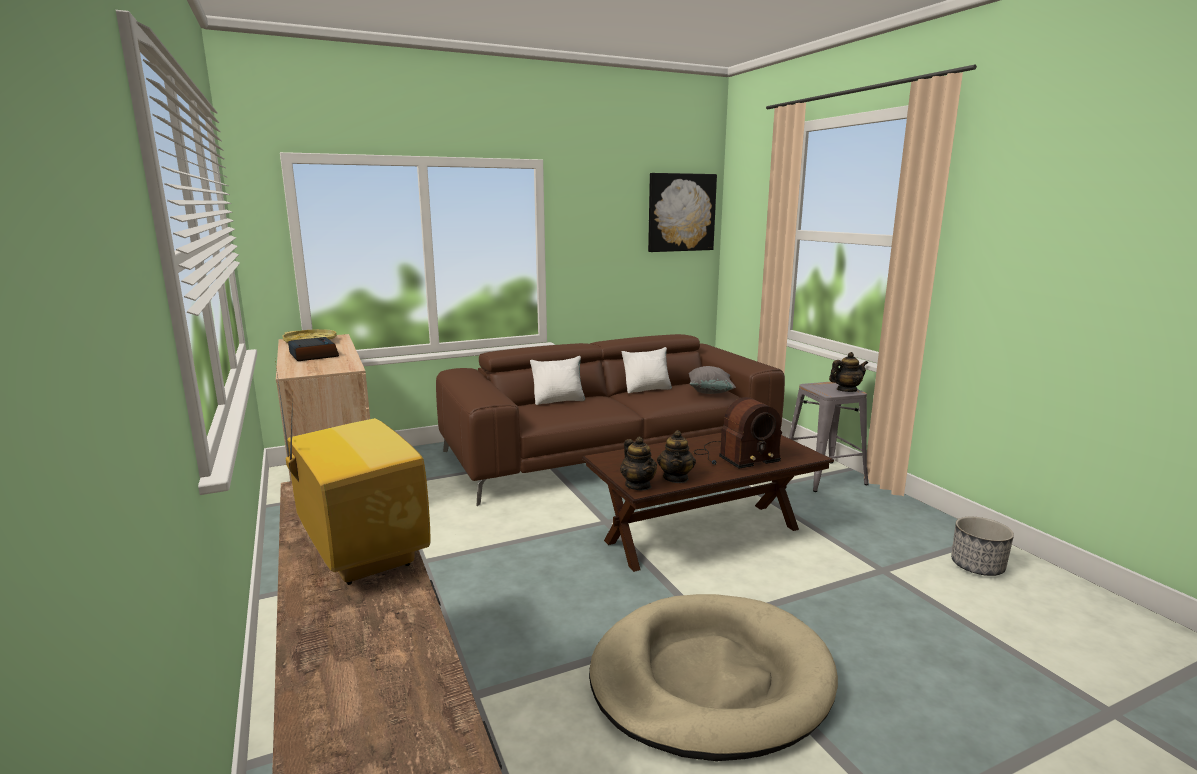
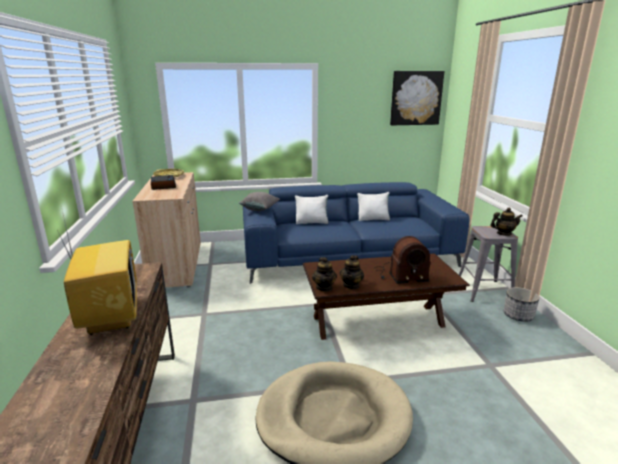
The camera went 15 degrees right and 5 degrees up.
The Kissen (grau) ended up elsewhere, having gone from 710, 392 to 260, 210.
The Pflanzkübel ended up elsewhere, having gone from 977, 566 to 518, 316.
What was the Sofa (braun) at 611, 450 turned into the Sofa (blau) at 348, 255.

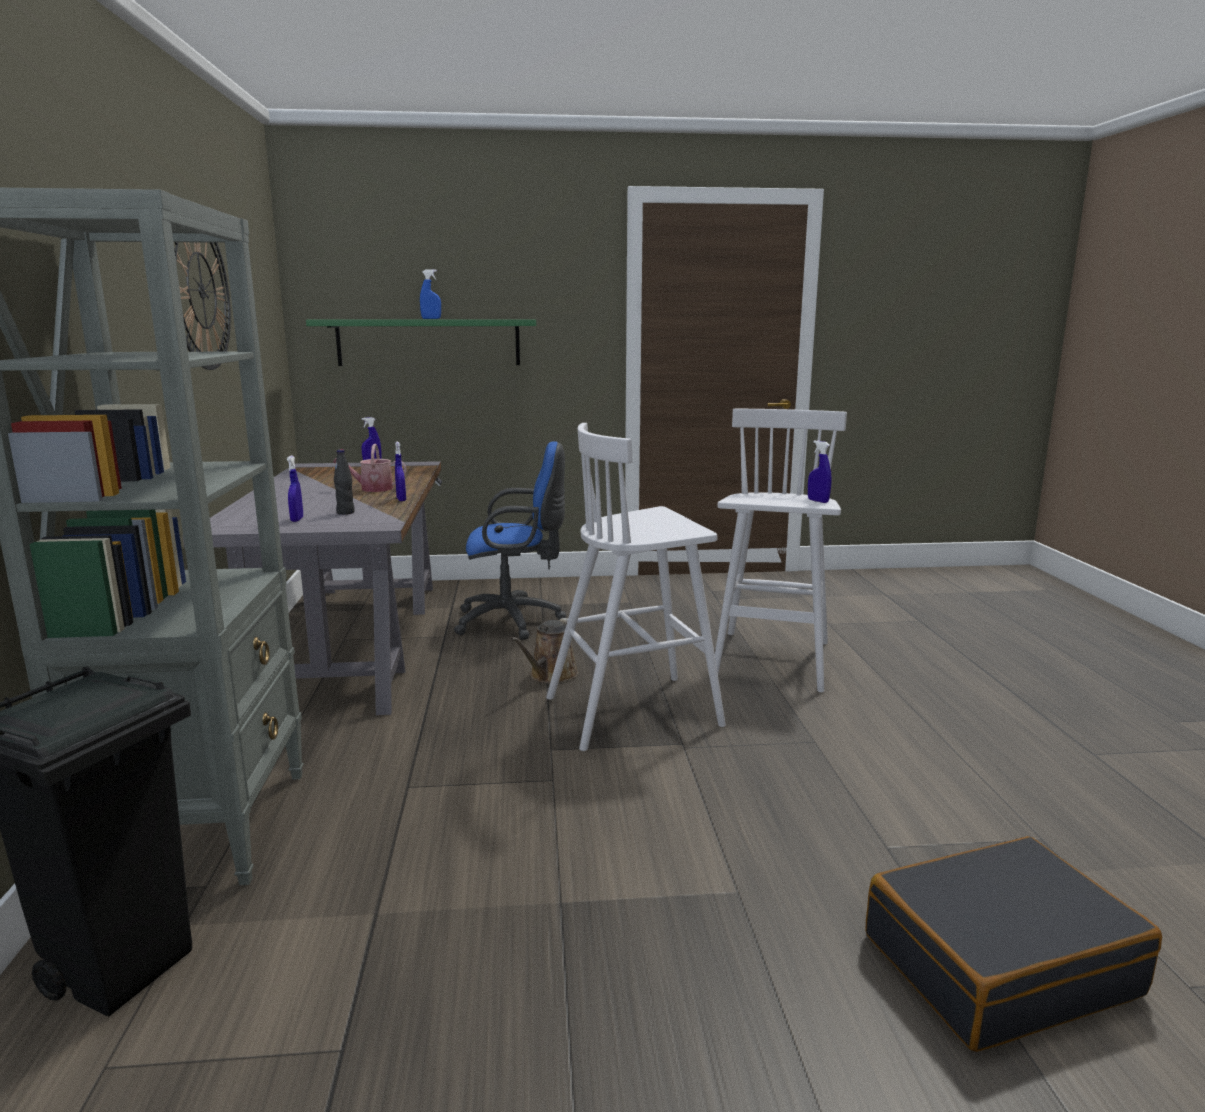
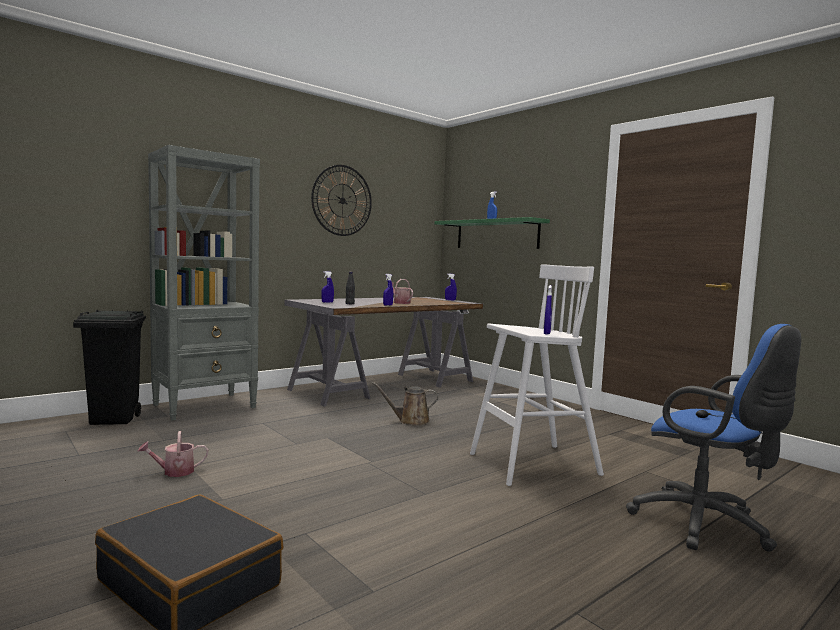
The camera went 55 degrees right and 10 degrees down.
The second view lost the Hocker (weiß) at 636, 711.
The second view gained the Gießkanne at 174, 472.
The Bürostuhl (blau) ended up elsewhere, having gone from 514, 621 to 706, 526.

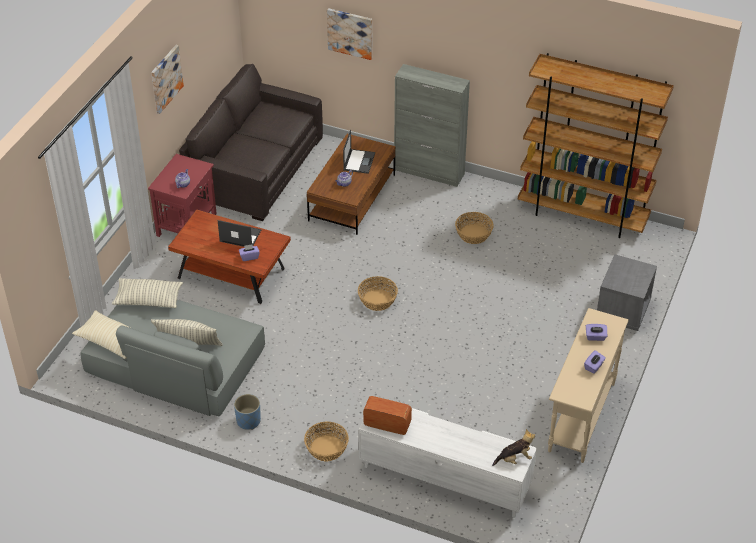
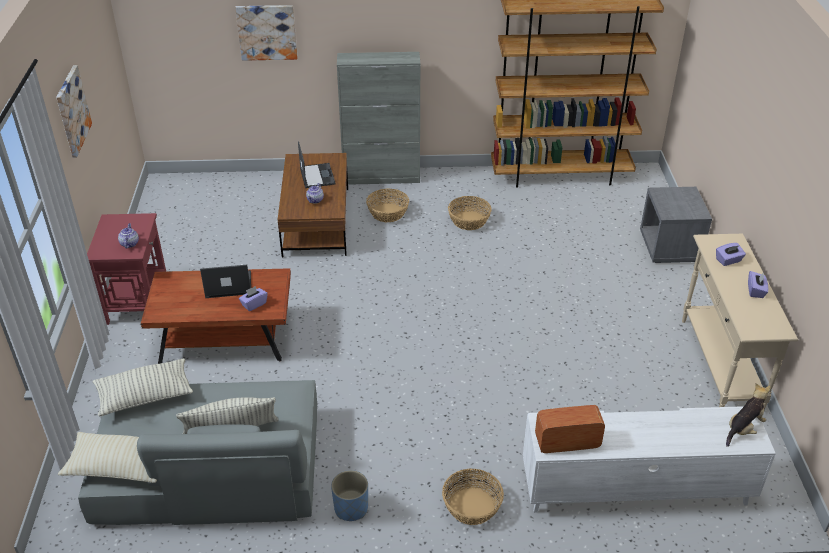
The camera went 25 degrees left and 5 degrees down.
The second view lost the Sofa (grau) at 255, 168.
The Korb ended up elsewhere, having gone from 377, 300 to 387, 213.

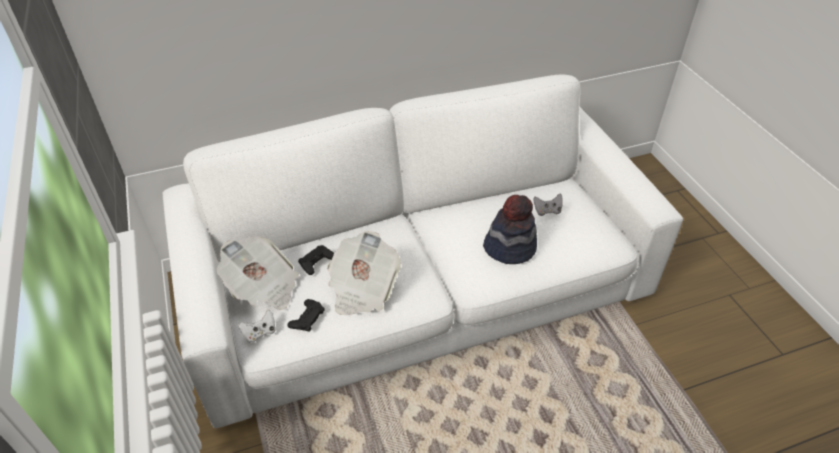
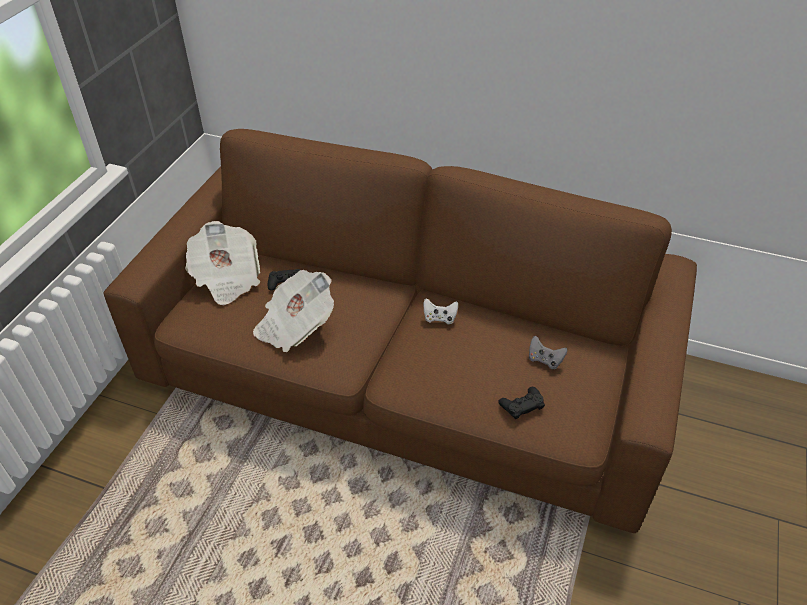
The camera went 40 degrees right and 0 degrees up.
The second view lost the Hut at 509, 247.
The Gamepad (weiß) ended up elsewhere, having gone from 260, 333 to 439, 318.
The Gamepad (schwarz) ended up elsewhere, having gone from 307, 318 to 522, 405.
What was the Sofa (weiß) at 419, 286 turned into the Sofa (braun) at 404, 371.

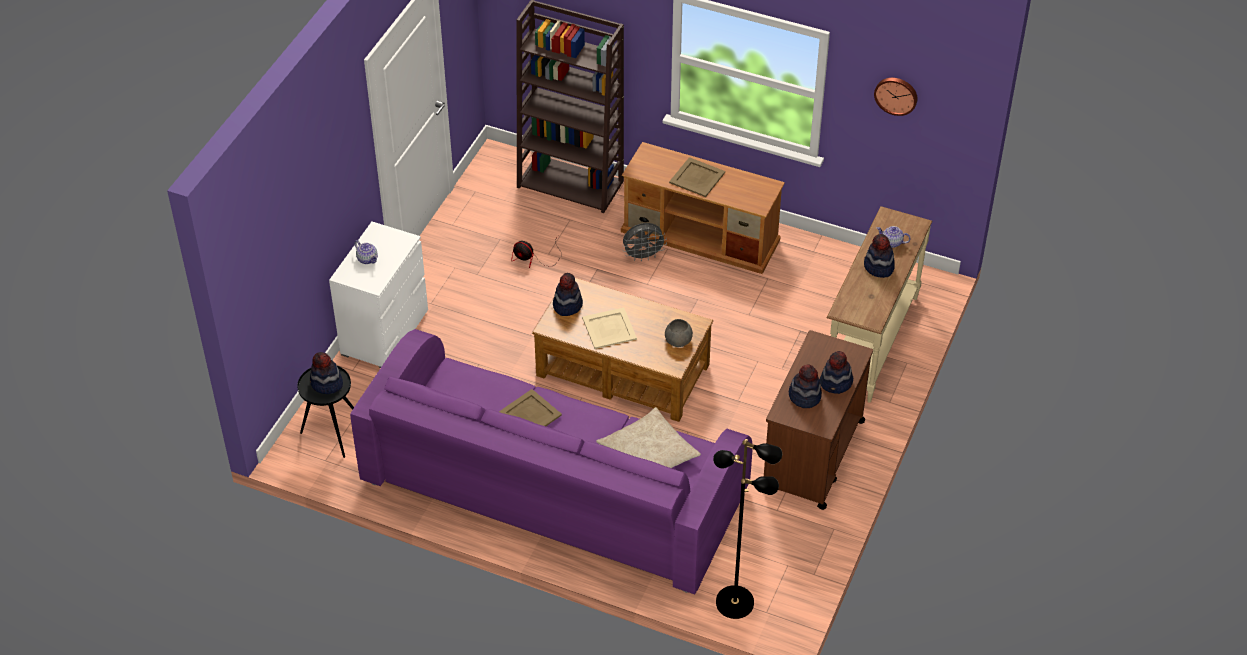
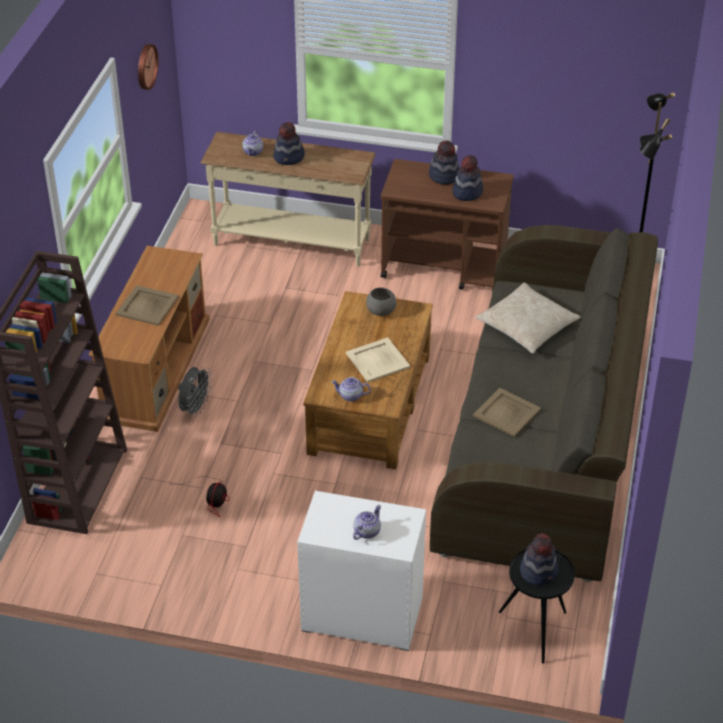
The camera went 100 degrees left and 5 degrees down.
Where the Hut stood at 567, 305, the Teekanne came to stand at 350, 396.
What was the Sofa (lila) at 554, 488 turned into the Sofa (grau) at 545, 433.
The Ventilator (grau) at 643, 256 ended up facing another way, 45 degrees clockwise from before.

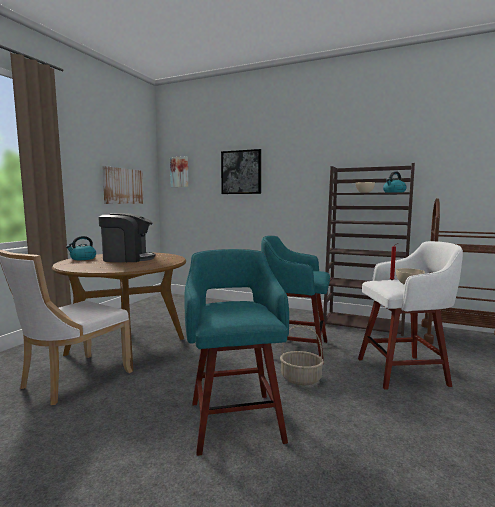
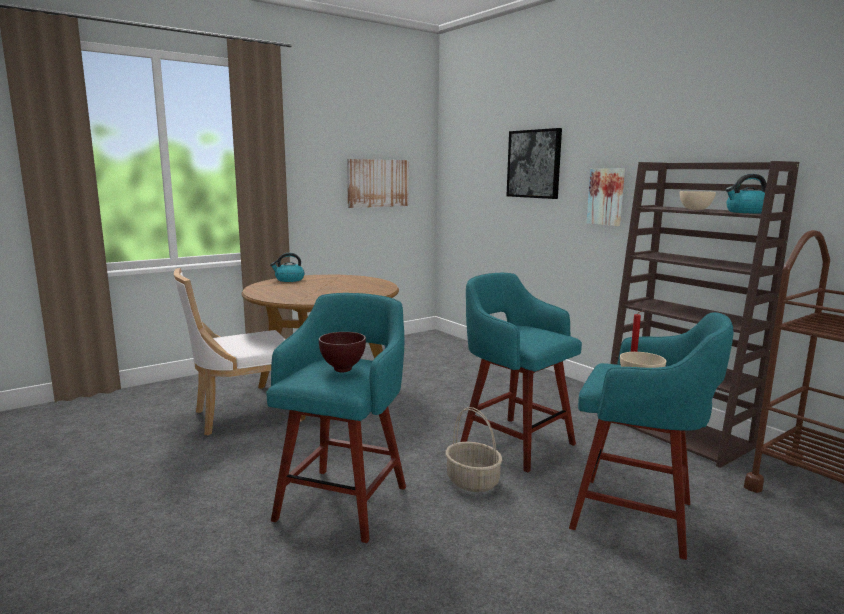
The camera went 30 degrees right and 5 degrees up.
The second view lost the Kaffeemaschine at 127, 259.
The second view gained the Schüssel (braun) at 343, 370.
The Bild ended up elsewhere, having gone from 180, 172 to 606, 196.
What was the Hocker (weiß) at 404, 371 turned into the Hocker (türkis) at 637, 516.

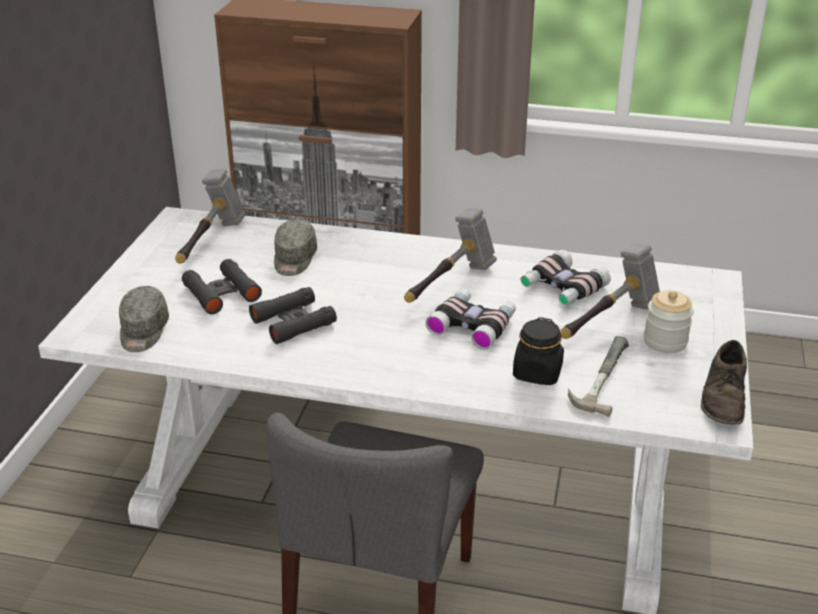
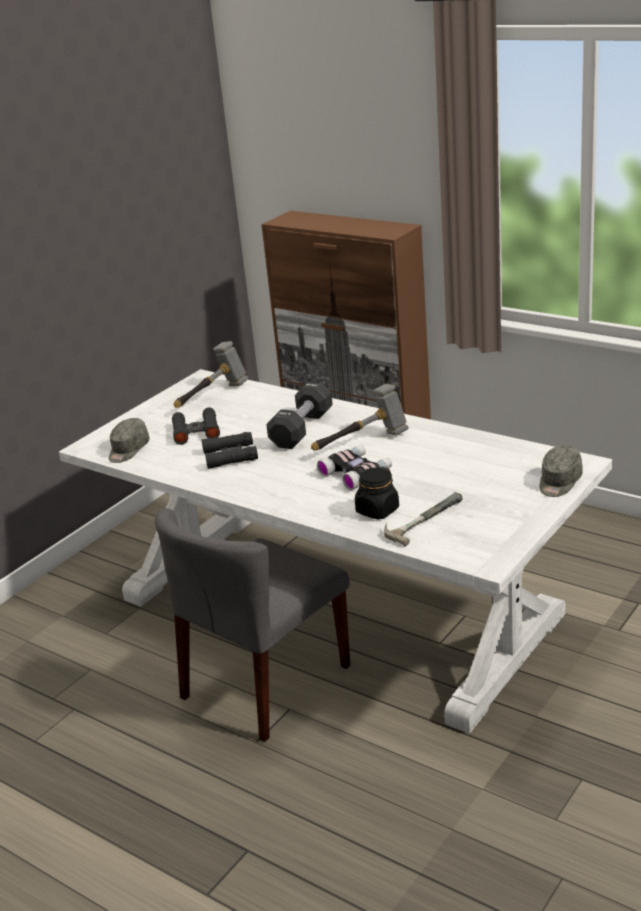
The camera went 25 degrees right and 5 degrees down.
The second view lost the Fernglas at 562, 288.
The second view lost the Hammer at 608, 322.
The second view lost the Vorratsglas at 665, 341.
The second view lost the Schuh (braun) at 724, 397.
The second view gained the Hantel (schwarz) at 302, 429.
The Kappe (grau) ended up elsewhere, having gone from 294, 259 to 559, 482.

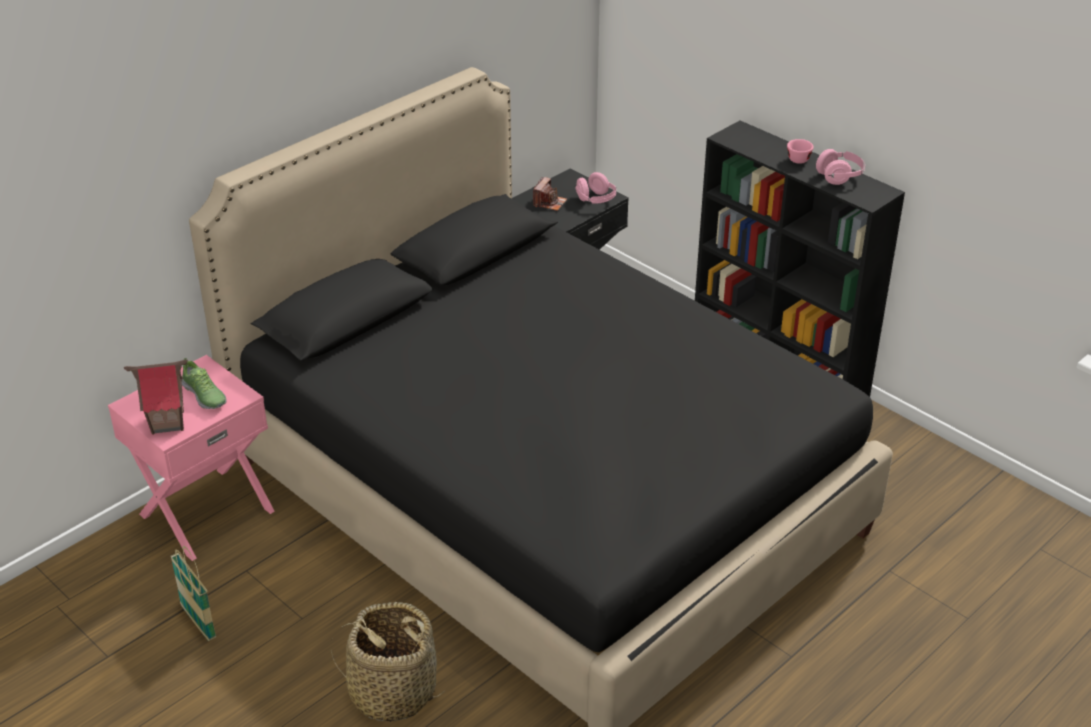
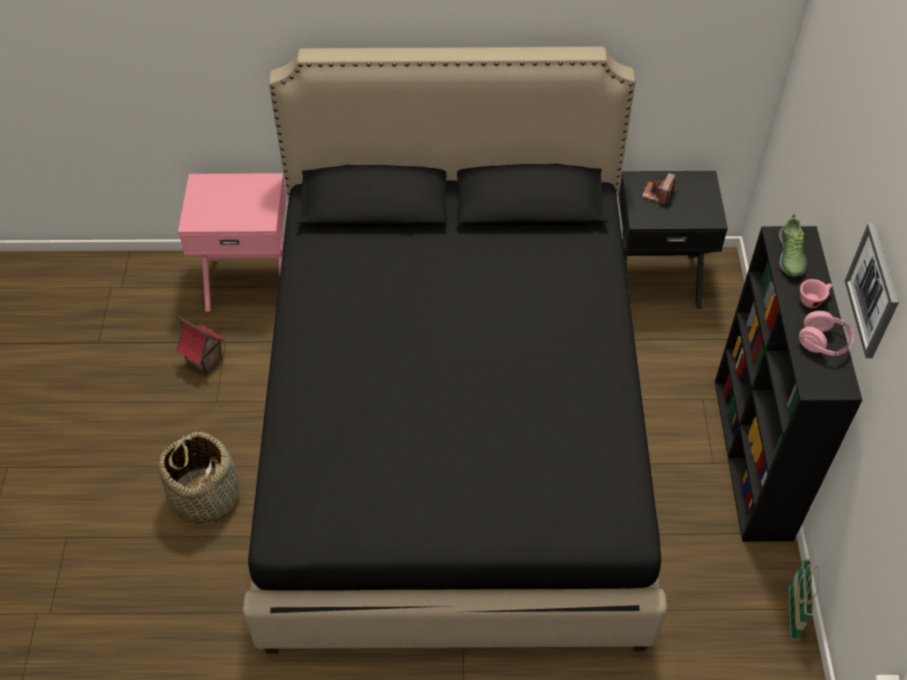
The camera went 45 degrees right and 15 degrees up.
The second view lost the Kopfhörer (rosa) at 595, 200.
The second view gained the Bild at 873, 290.
The Spielzeughaus ended up elsewhere, having gone from 167, 423 to 204, 361.
The Korb ended up elsewhere, having gone from 198, 622 to 793, 613.
The Schuh ended up elsewhere, having gone from 204, 395 to 790, 256.
The Kamera at 549, 203 ended up facing another way, 135 degrees clockwise from before.

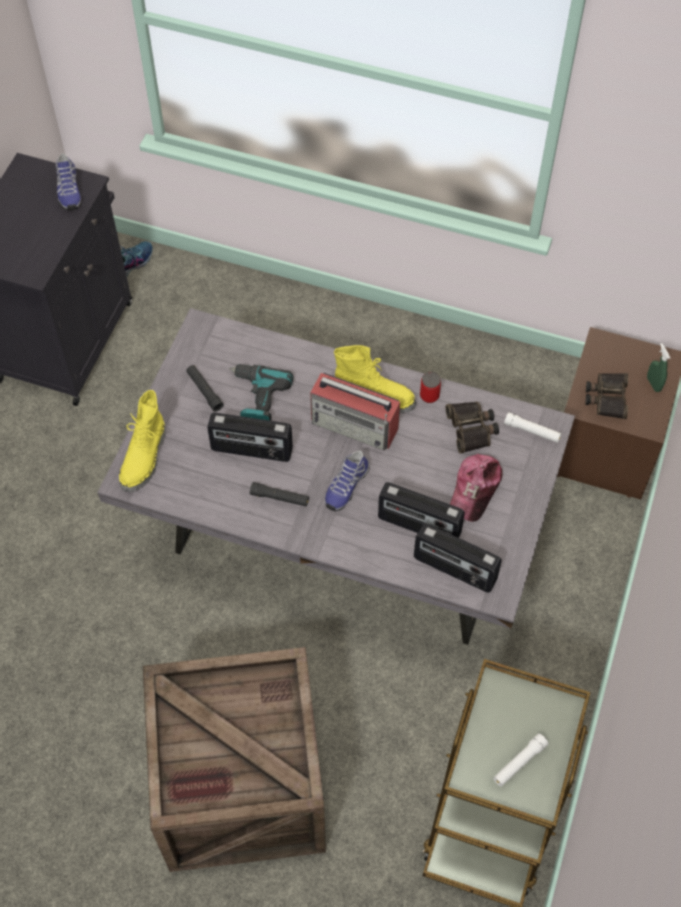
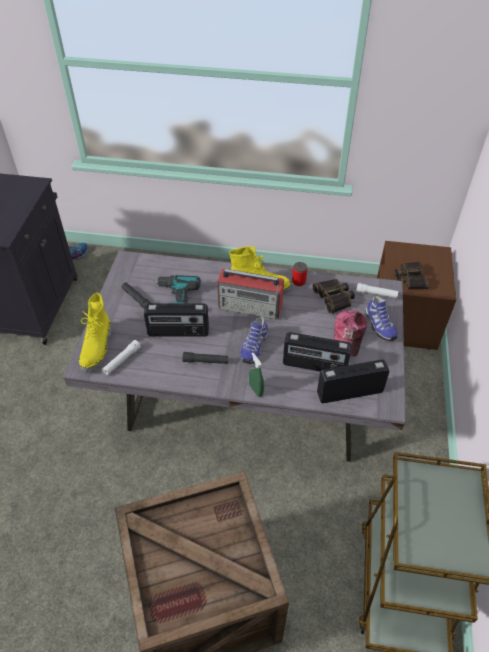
The camera went 10 degrees left and 10 degrees down.
The Schuh ended up elsewhere, having gone from 68, 191 to 379, 325.
The Taschenlampe (weiß) ended up elsewhere, having gone from 519, 762 to 122, 360.
The Sprühflasche (grün) ended up elsewhere, having gone from 653, 384 to 256, 390.
The Radio at 454, 570 ended up facing another way, 150 degrees clockwise from before.

